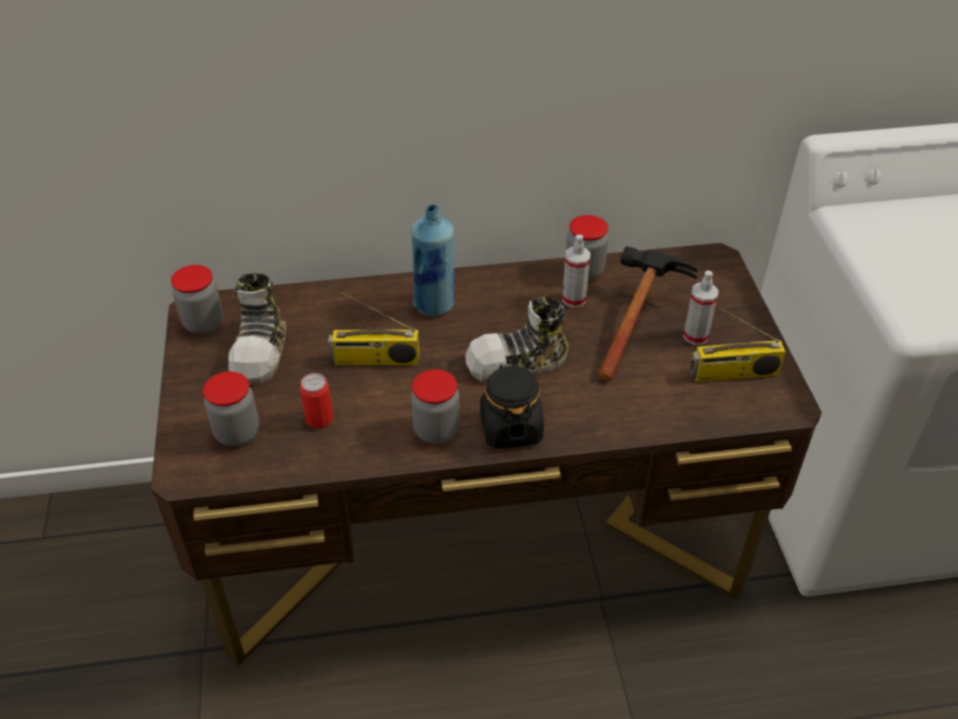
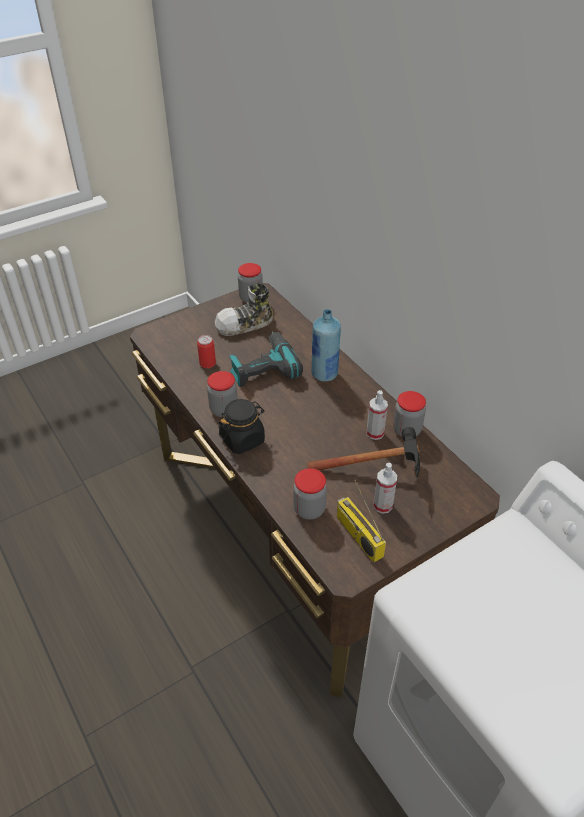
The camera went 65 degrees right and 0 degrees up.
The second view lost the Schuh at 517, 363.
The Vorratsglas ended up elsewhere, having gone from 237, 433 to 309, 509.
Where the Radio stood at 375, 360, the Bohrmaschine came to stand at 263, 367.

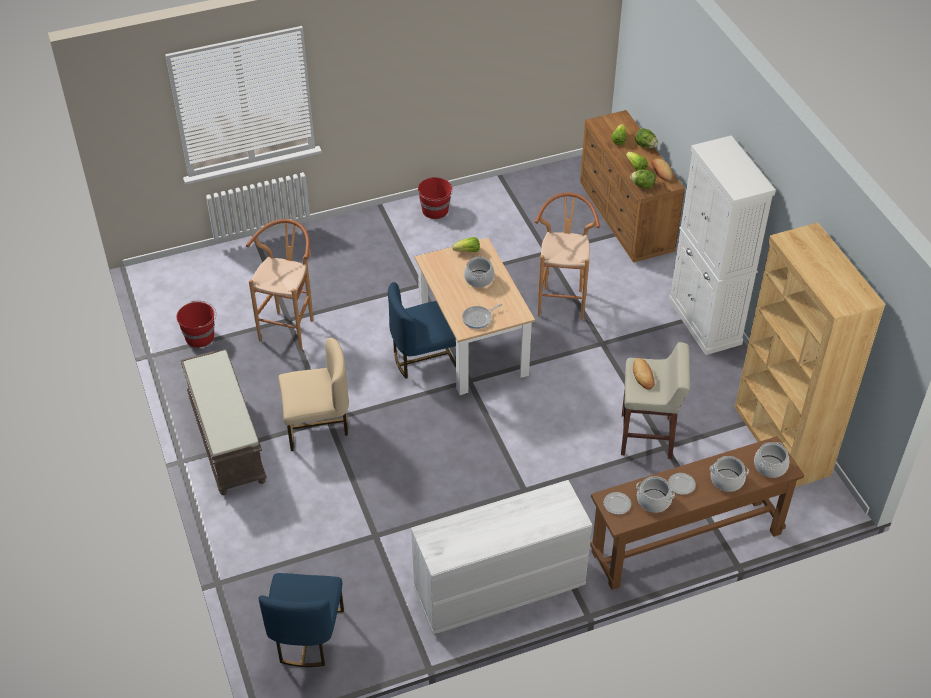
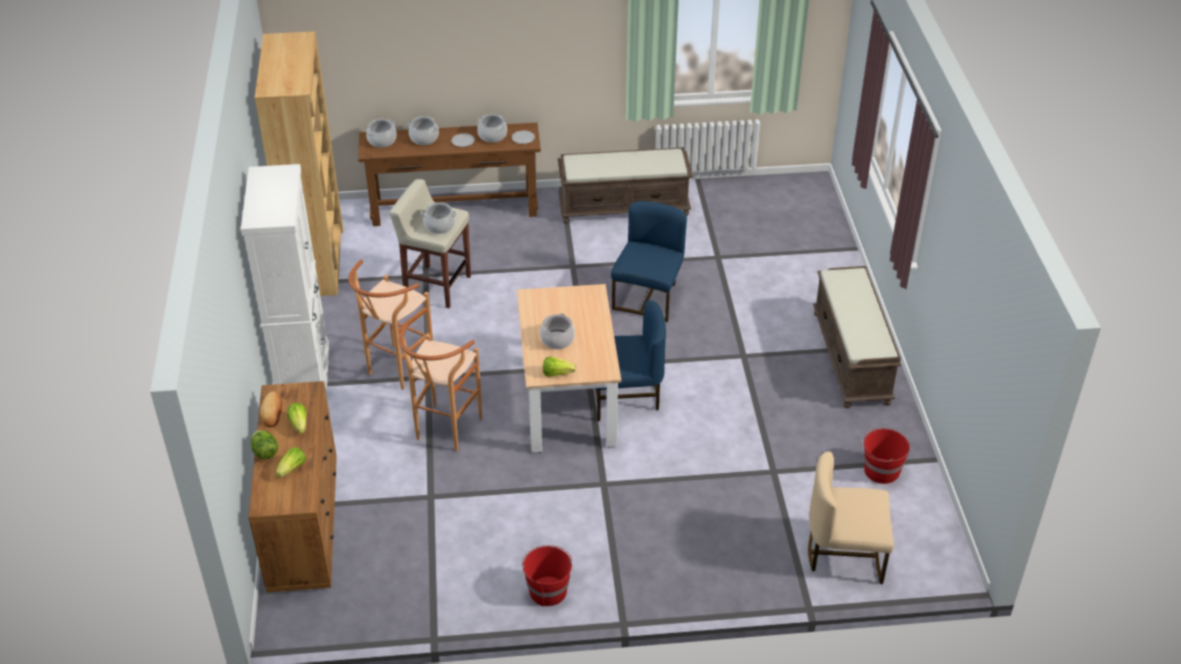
The camera went 165 degrees left and 5 degrees down.
The second view lost the Pfanne at 478, 318.
The second view lost the Salatkopf at 642, 185.
The Hocker (braun) ended up elsewhere, having gone from 290, 327 to 396, 371.
The Stuhl (blau) ended up elsewhere, having gone from 306, 636 to 648, 297.
The Stuhl (beige) ended up elsewhere, having gone from 317, 425 to 845, 554.
Where the Kommode (weiß) stood at 498, 588, the Bank (braun) came to stand at 624, 206.
Where the Brot stood at 643, 375, the Kochtopf came to stand at 439, 226.

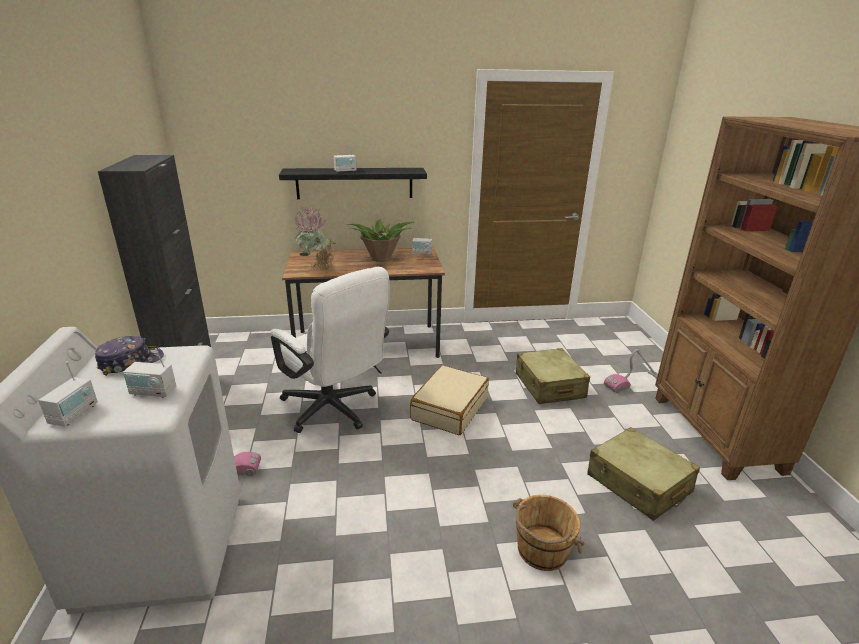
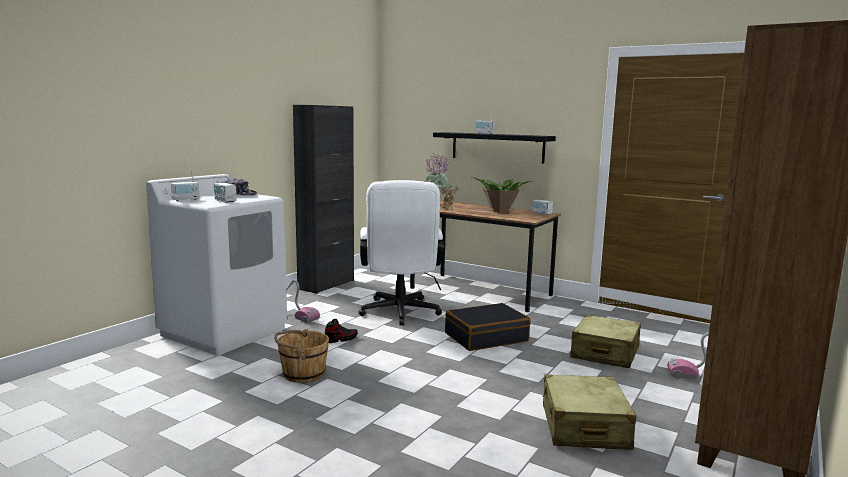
The camera went 40 degrees right and 15 degrees down.
The second view gained the Schuh at 340, 339.
The Eimer (braun) ended up elsewhere, having gone from 541, 550 to 303, 373.
What was the Koffer (beige) at 449, 408 turned into the Koffer (schwarz) at 486, 337.

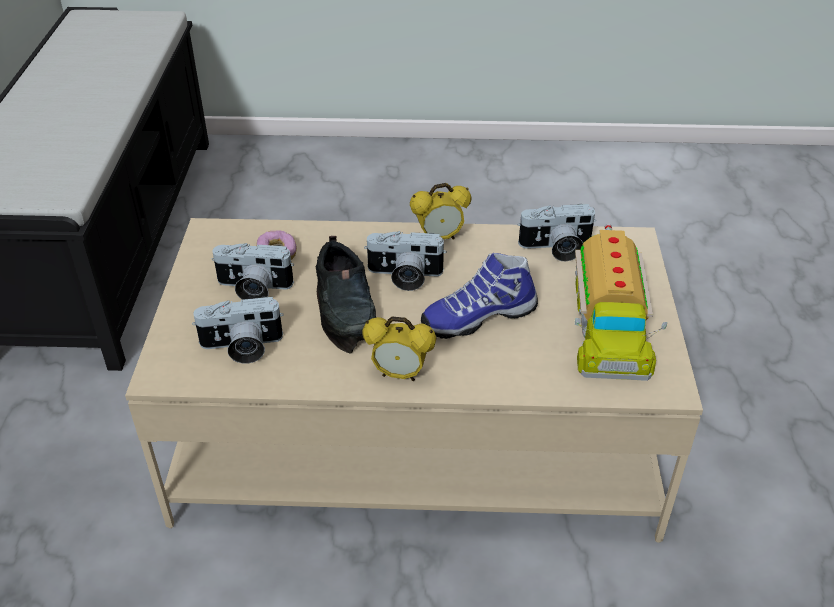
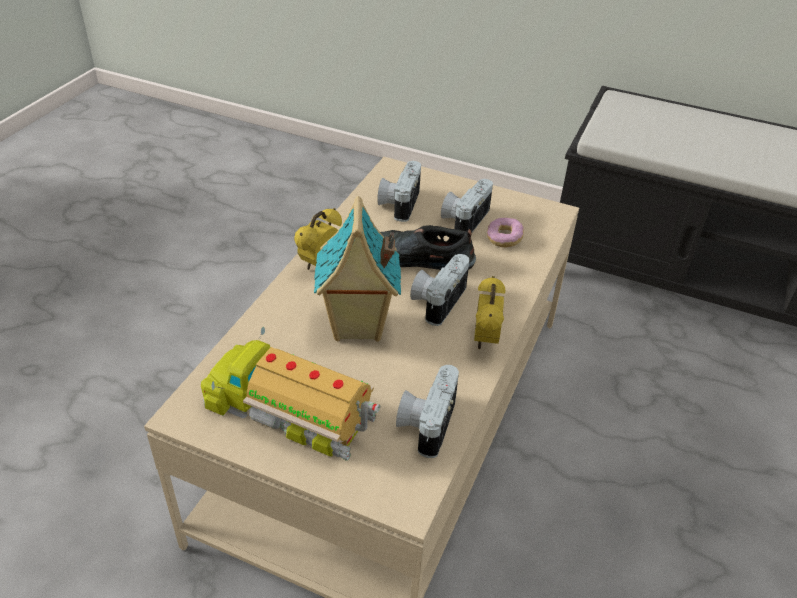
The camera went 110 degrees right and 0 degrees up.
Where the Schuh stood at 478, 316, the Spielzeughaus came to stand at 357, 327.

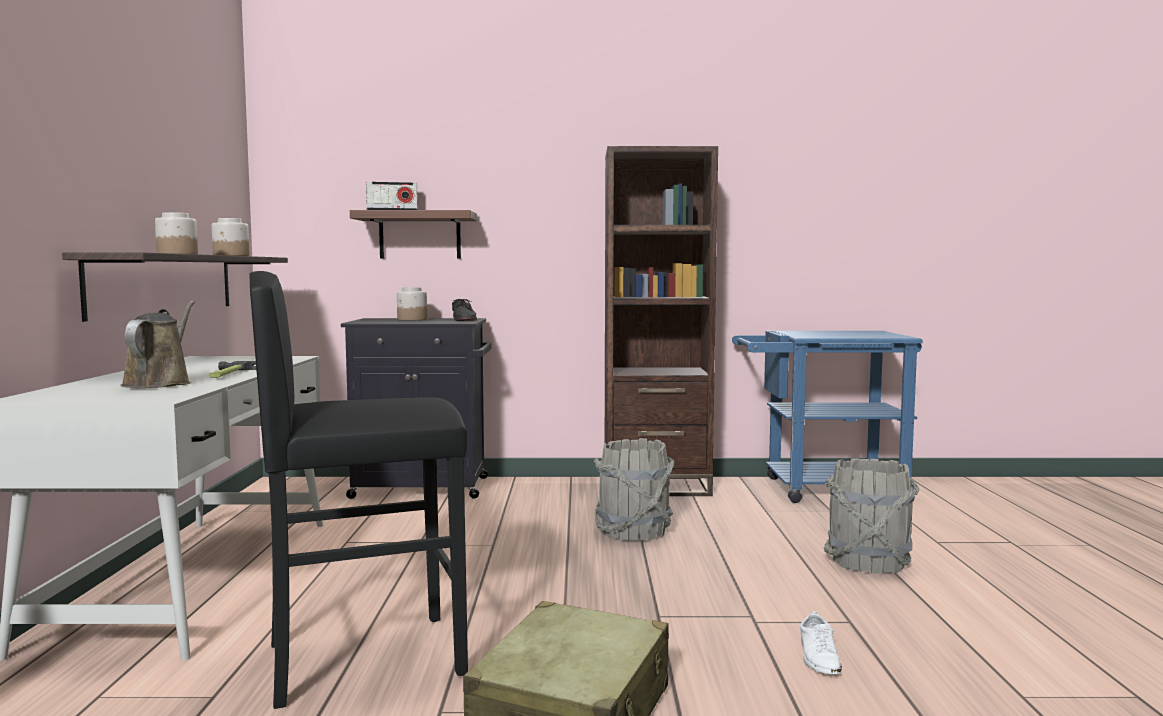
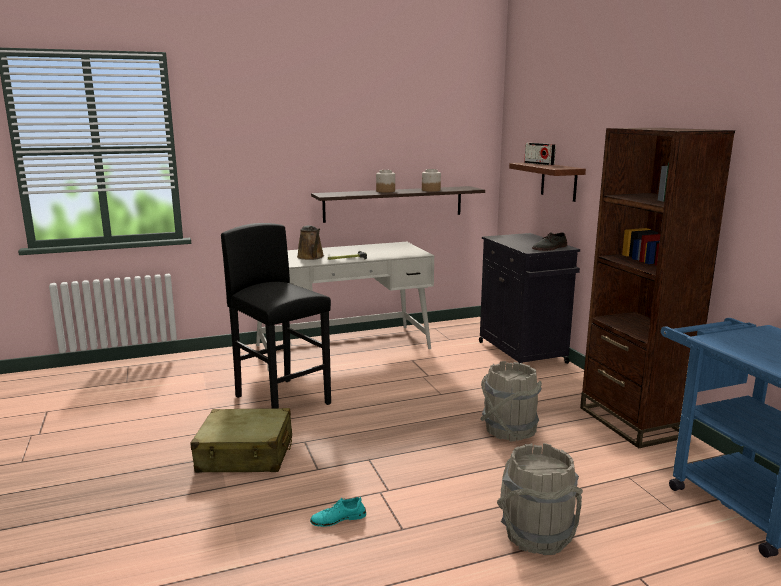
The camera went 70 degrees right and 10 degrees up.
The second view lost the Vorratsglas at 412, 319.
What was the Schuh (weiß) at 819, 657 turned into the Schuh (türkis) at 338, 519.
The Gießkanne (braun) at 160, 383 ended up facing another way, 90 degrees clockwise from before.

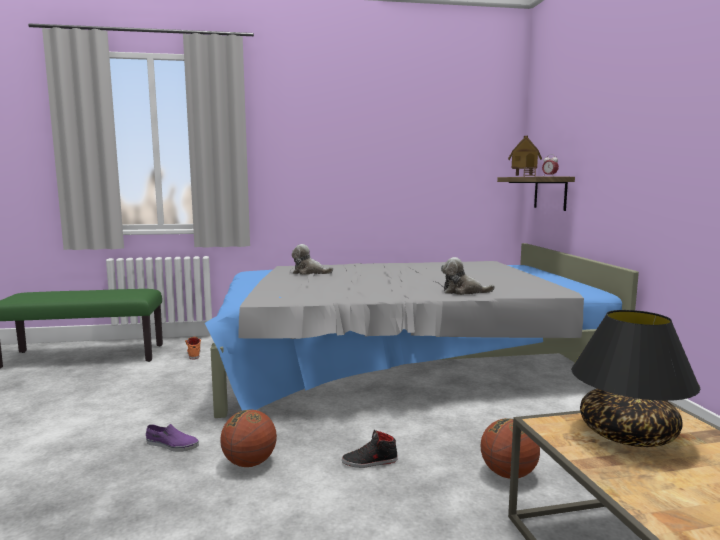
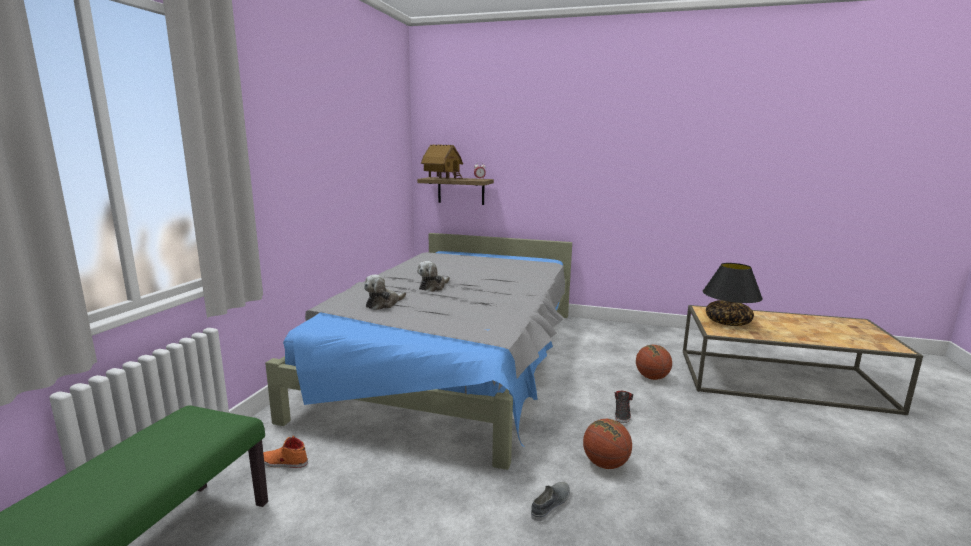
The camera went 65 degrees left and 5 degrees up.
The Plüschtier ended up elsewhere, having gone from 463, 292 to 433, 287.
What was the Schuh (lila) at 171, 445 turned into the Schuh (grau) at 551, 504.

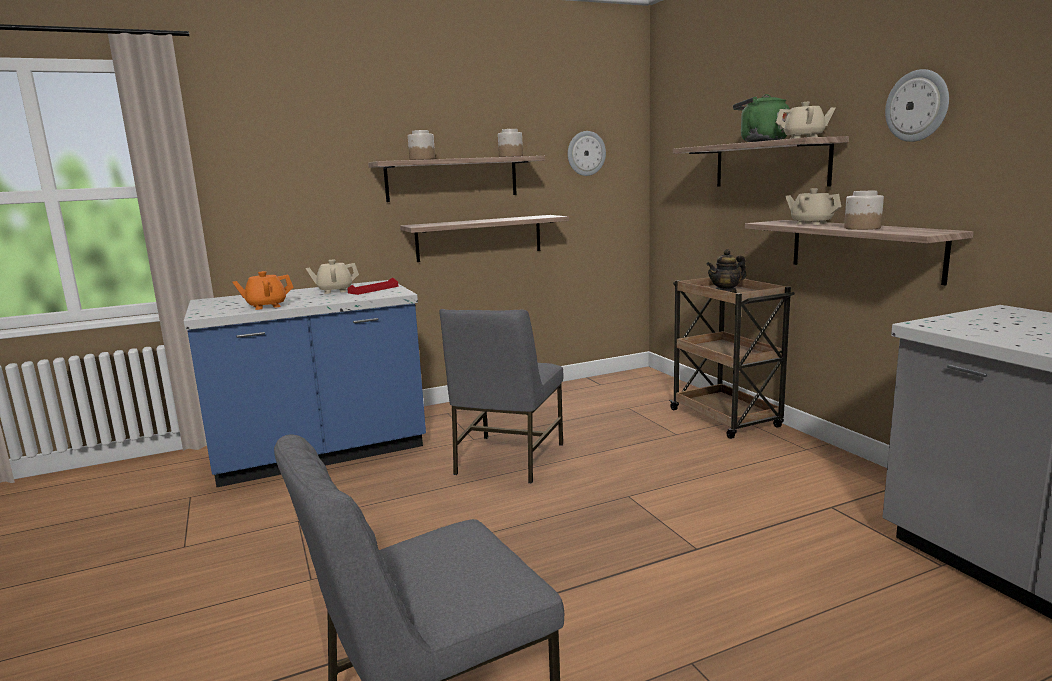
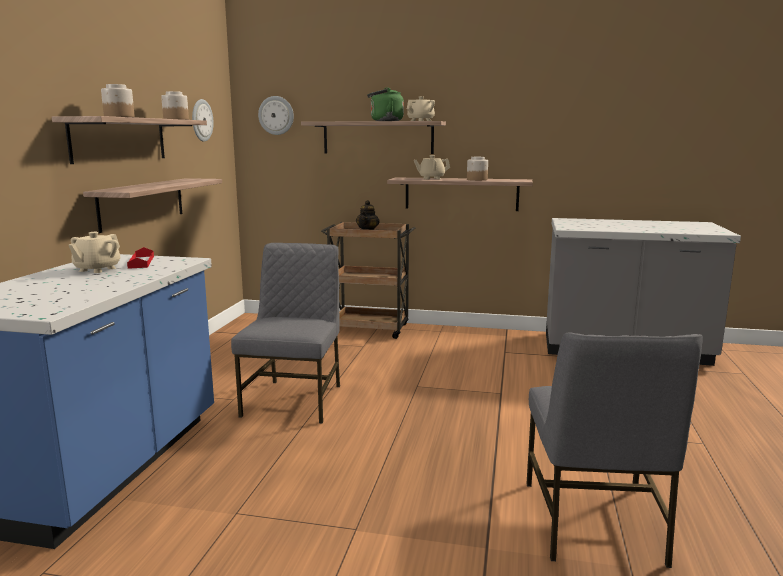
The camera went 55 degrees left and 0 degrees up.
The second view lost the Teekanne (orange) at 266, 306.
The Wanduhr ended up elsewhere, having gone from 917, 106 to 276, 115.
The Stuhl (grau) at 507, 459 ended up facing another way, 135 degrees counterclockwise from before.

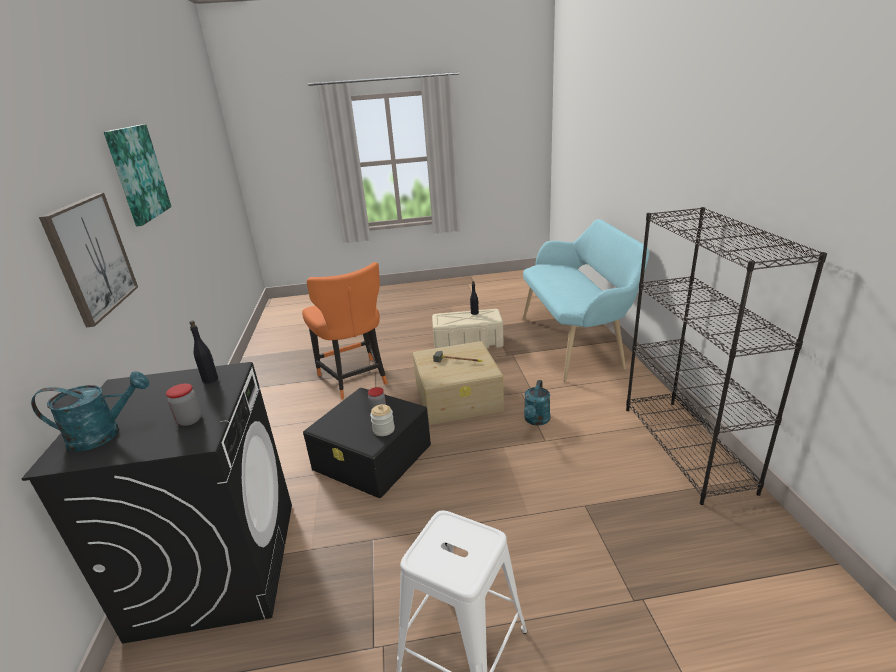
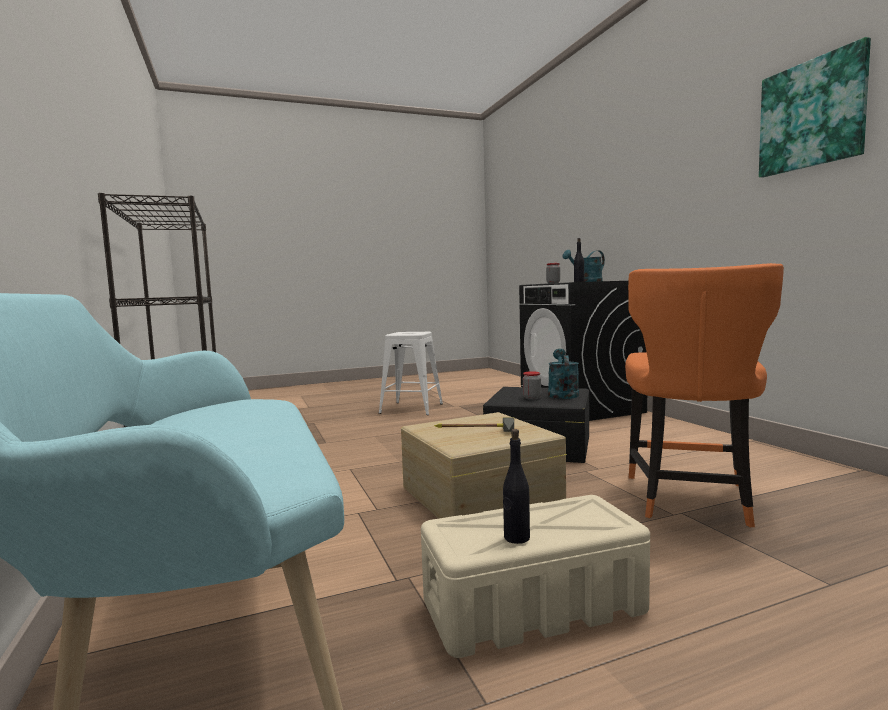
The camera went 165 degrees right and 20 degrees down.
The second view lost the Bild at 91, 257.
The second view lost the Vorratsglas at 383, 430.
The Gießkanne (türkis) ended up elsewhere, having gone from 536, 420 to 562, 394.
The Stuhl (orange) at 355, 379 ended up facing another way, 120 degrees counterclockwise from before.

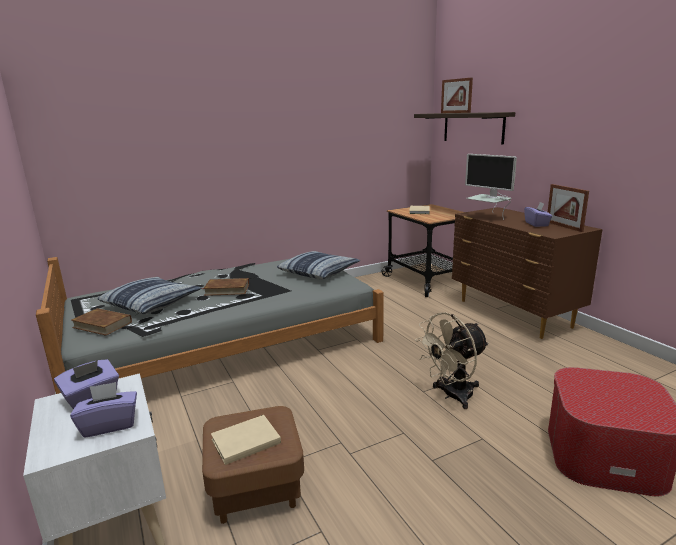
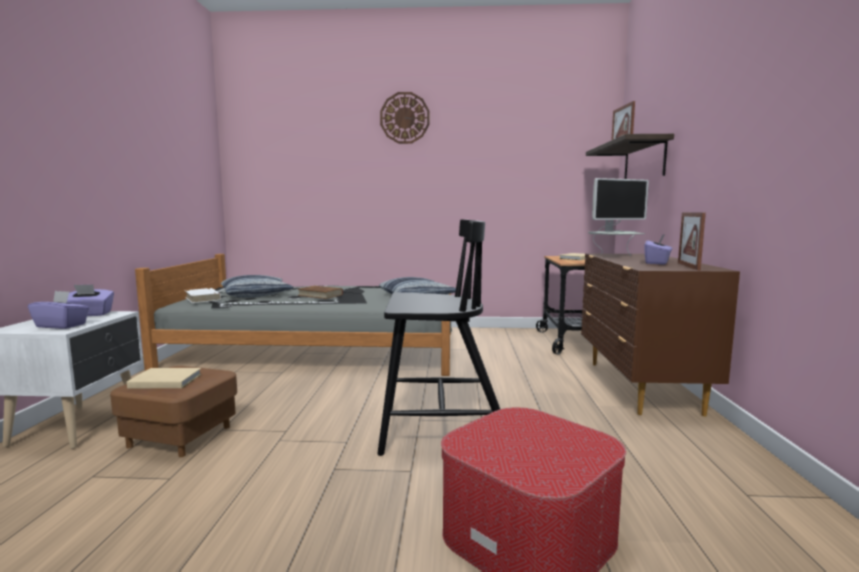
The camera went 30 degrees right and 10 degrees down.
The second view gained the Wanduhr at 404, 118.
Where the Ventilator (beige) stood at 452, 396, the Stuhl (schwarz) came to stand at 441, 431.
What was the Buch (braun) at 102, 325 turned into the Buch (weiß) at 203, 298.
The Monitor at 488, 217 ended up facing another way, 105 degrees counterclockwise from before.

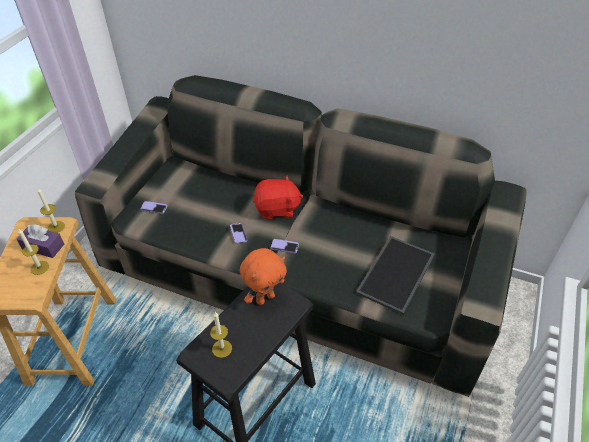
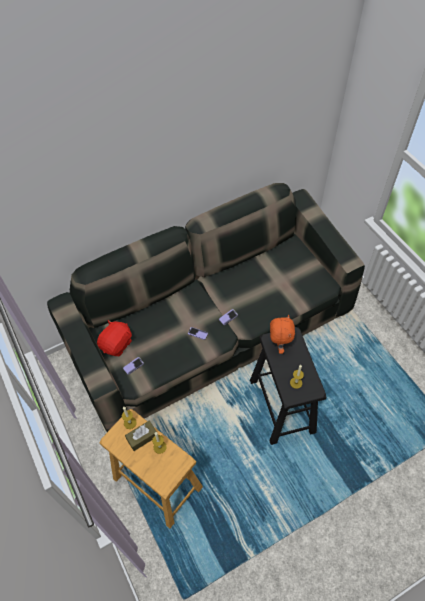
The camera went 50 degrees left and 10 degrees up.
The second view lost the Tablett at 397, 275.
The Plüschtier (rot) ended up elsewhere, having gone from 277, 209 to 117, 344.
What was the Taschentuchbox (lila) at 43, 246 turned into the Taschentuchbox (braun) at 142, 437.

